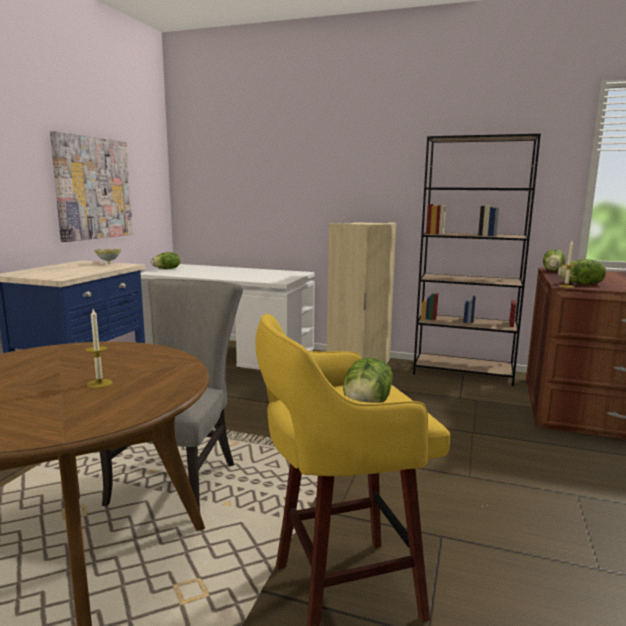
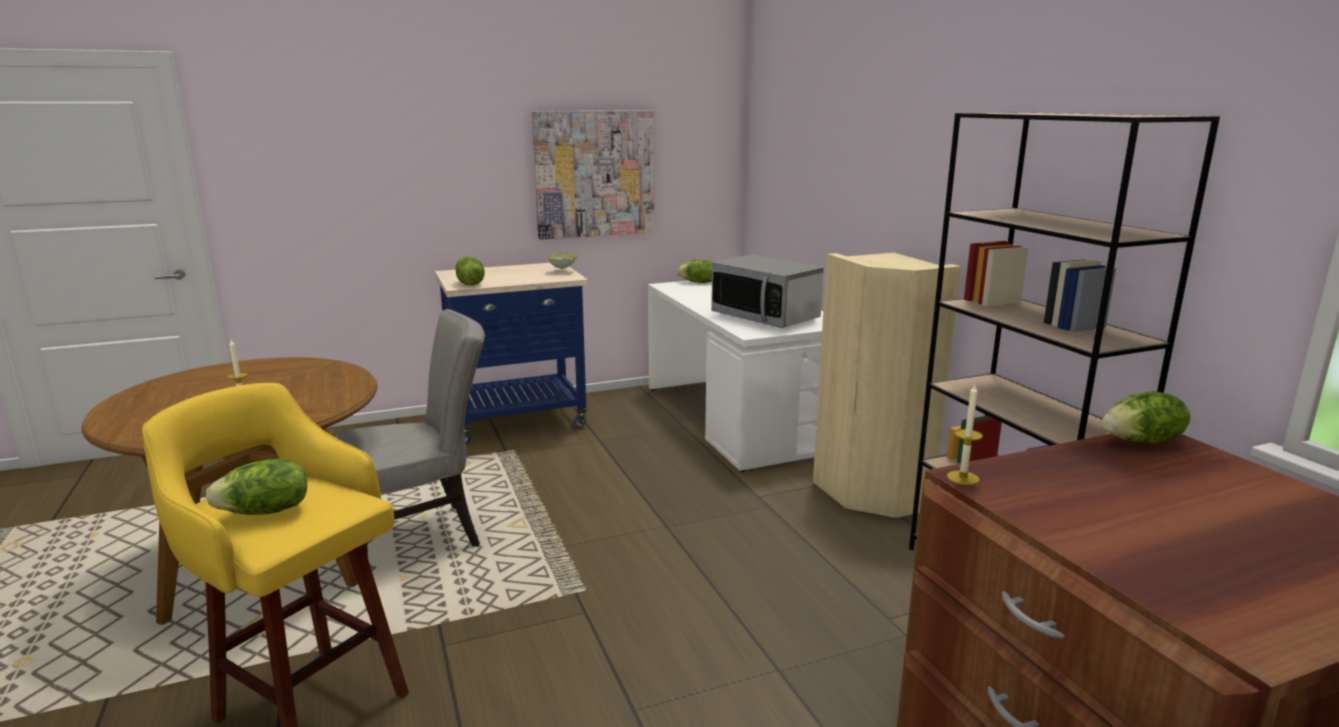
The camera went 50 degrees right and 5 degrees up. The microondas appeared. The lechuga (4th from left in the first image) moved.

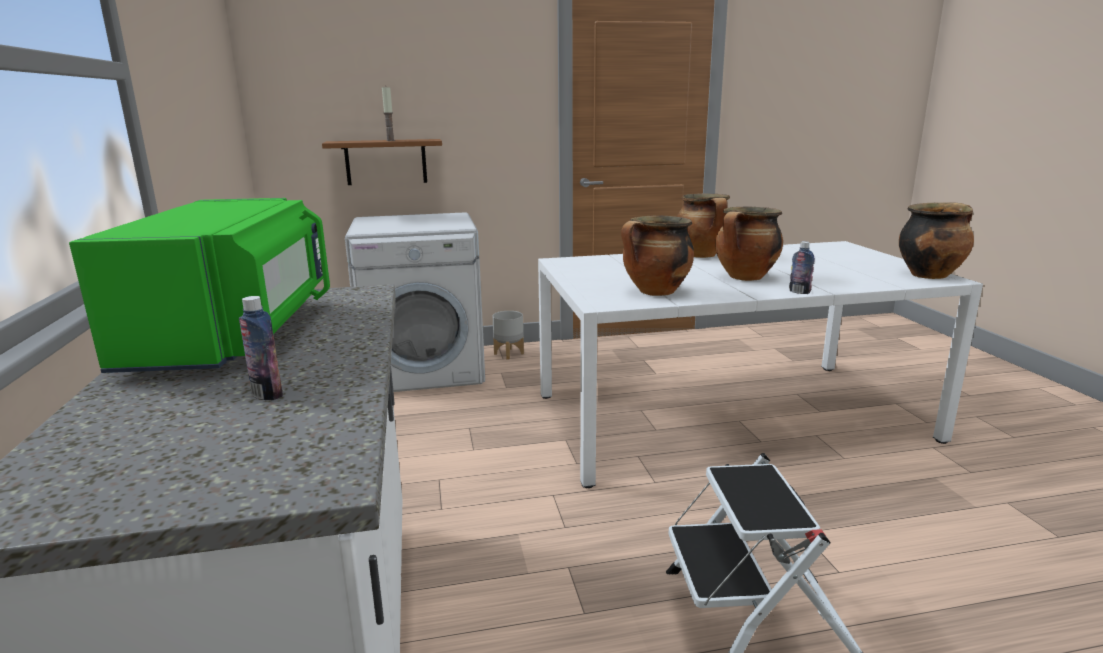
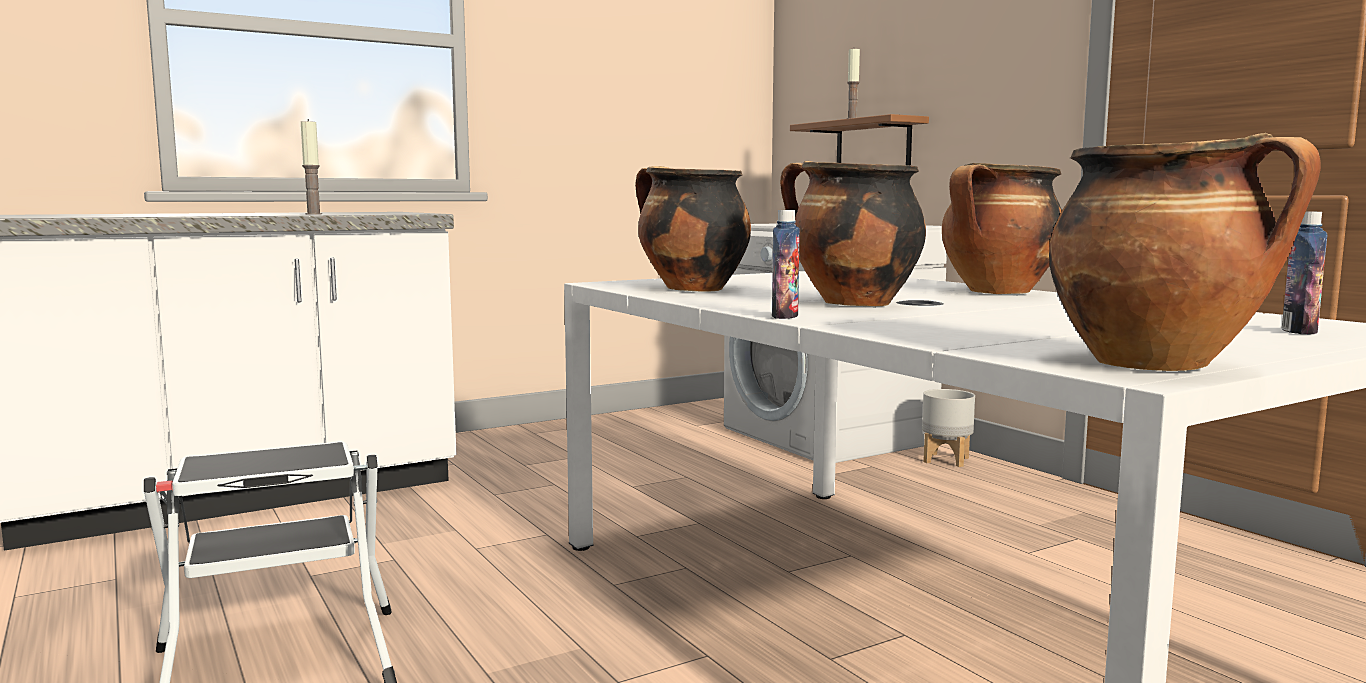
The camera went 70 degrees right and 10 degrees down. The microondas/verde disappeared. The vela (1st from left) appeared. The botella (1st from left in the first image) moved.

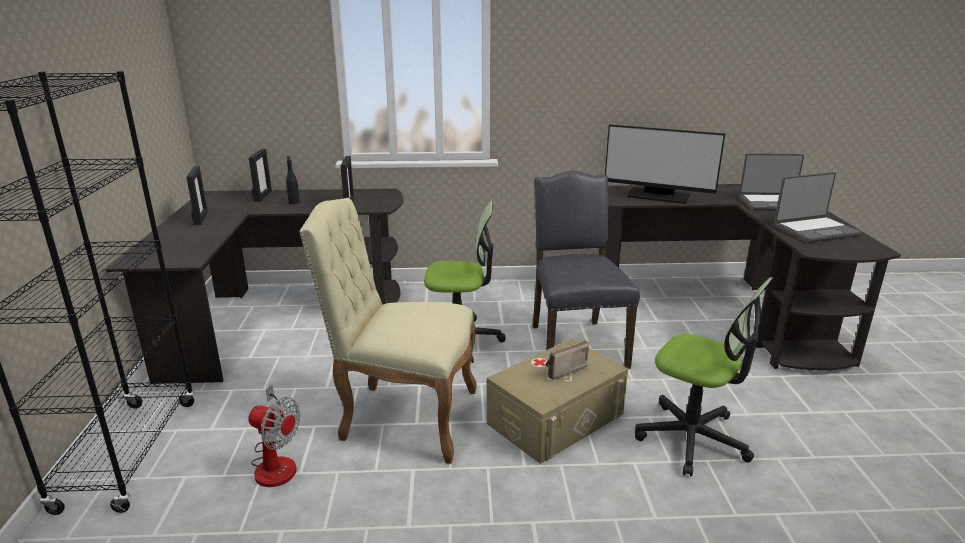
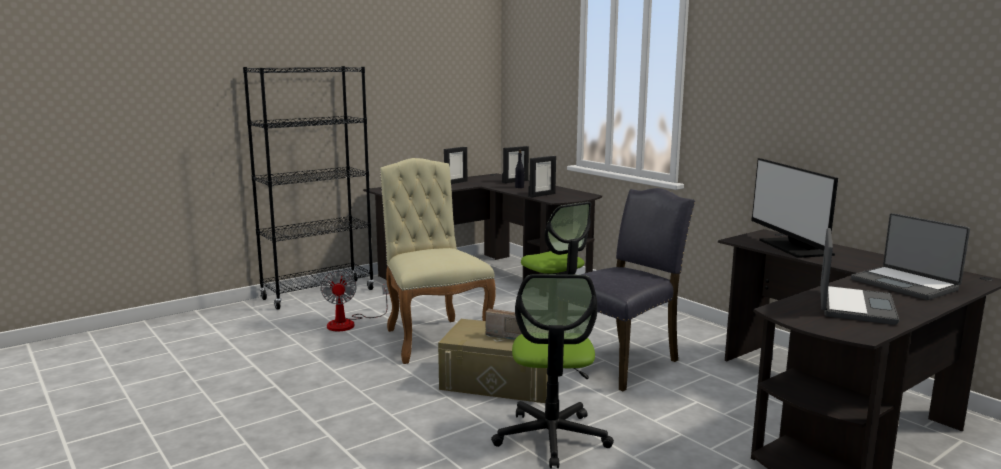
The camera went 55 degrees right and 10 degrees down. The portátil (2nd from left in the first image) turned 105 degrees counterclockwise.

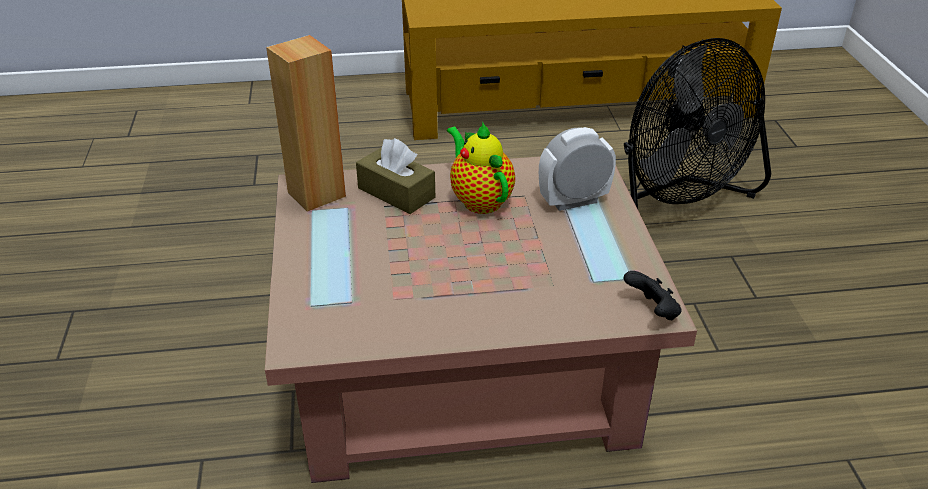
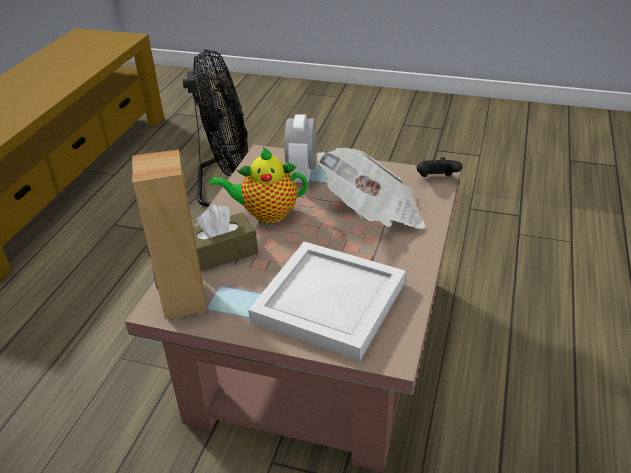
The camera went 65 degrees left and 0 degrees up. The bandeja/blanco appeared. The periódico appeared.

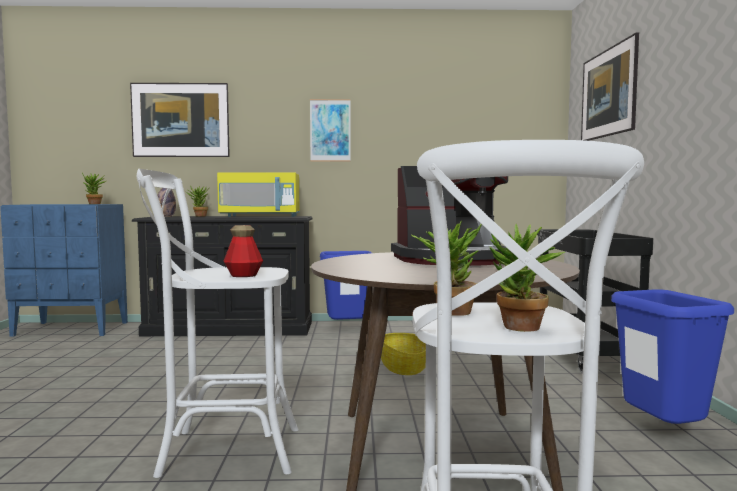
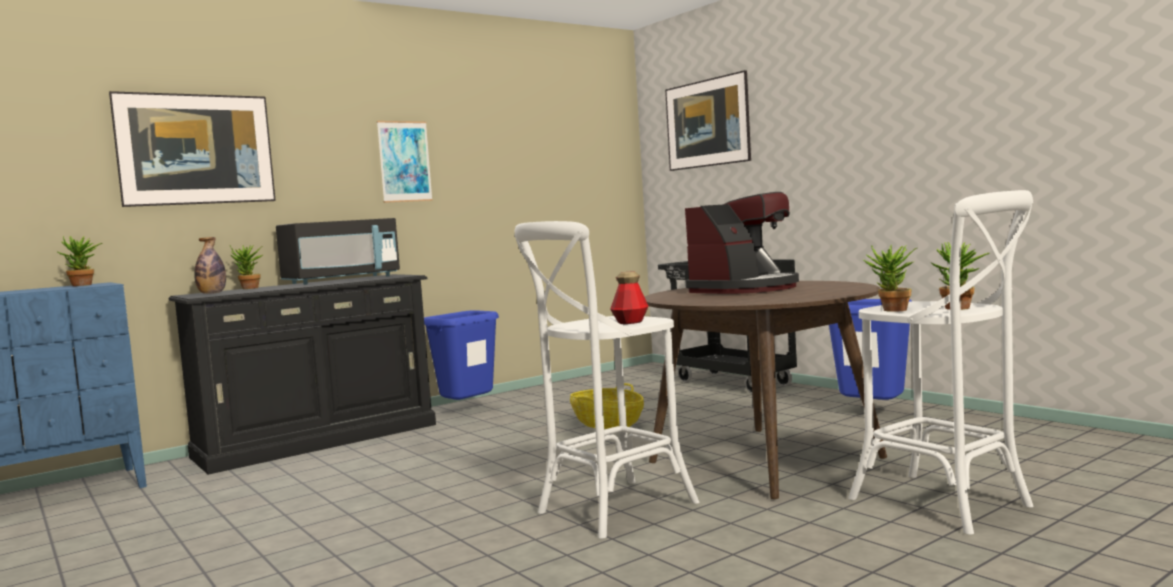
The camera went 35 degrees left and 0 degrees up. The microondas/amarillo became the microondas/negro.

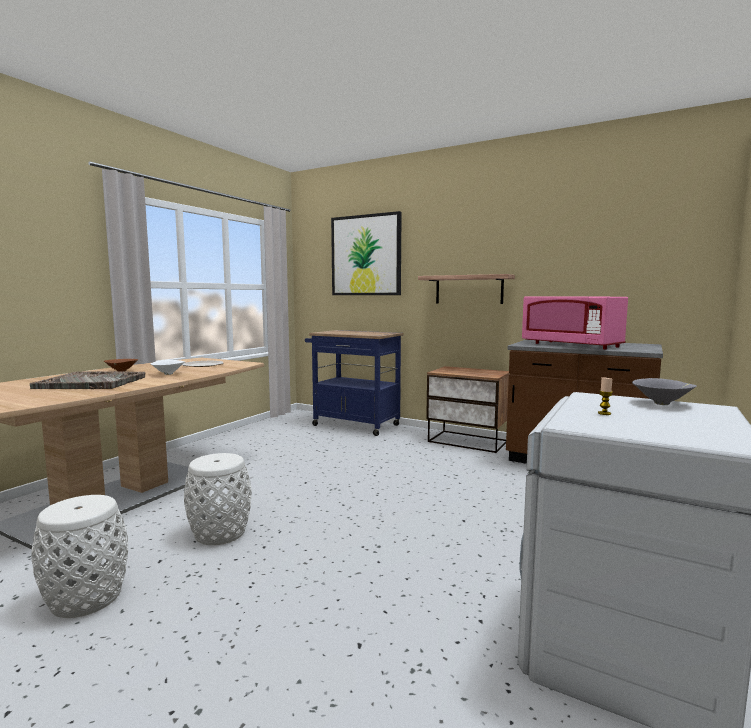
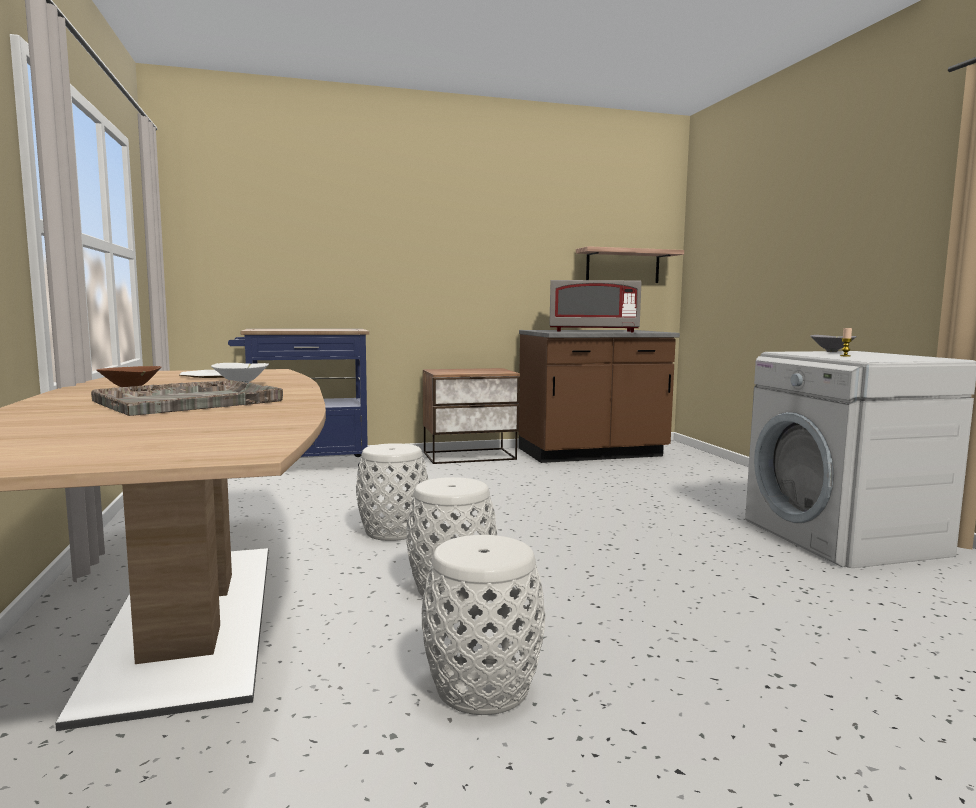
The camera went 45 degrees left and 0 degrees up. The cuadro disappeared. The taburete/blanco (1st from left) appeared. The estante moved. The microondas/rosa became the microondas/gris.

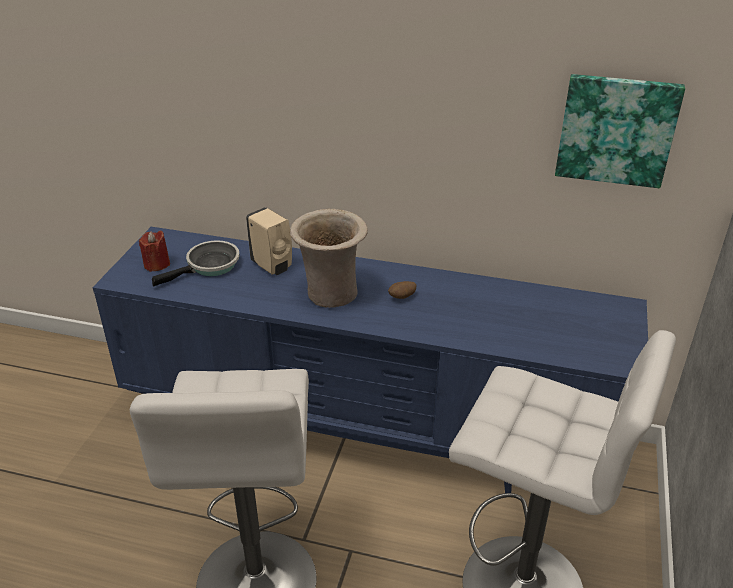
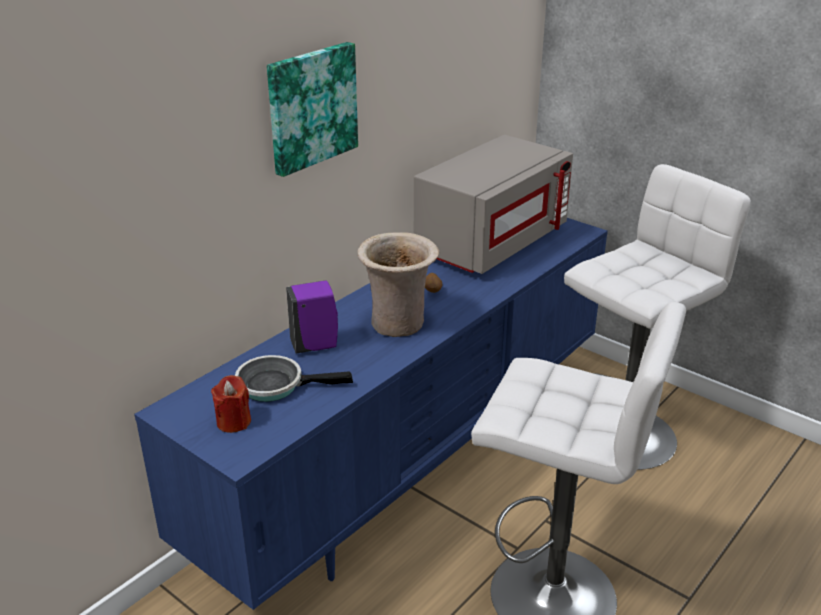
The camera went 65 degrees left and 5 degrees down. The microondas/gris appeared. The cuadro moved. The dispensador de jabón/beis became the dispensador de jabón/morado. The sartén turned 75 degrees counterclockwise.

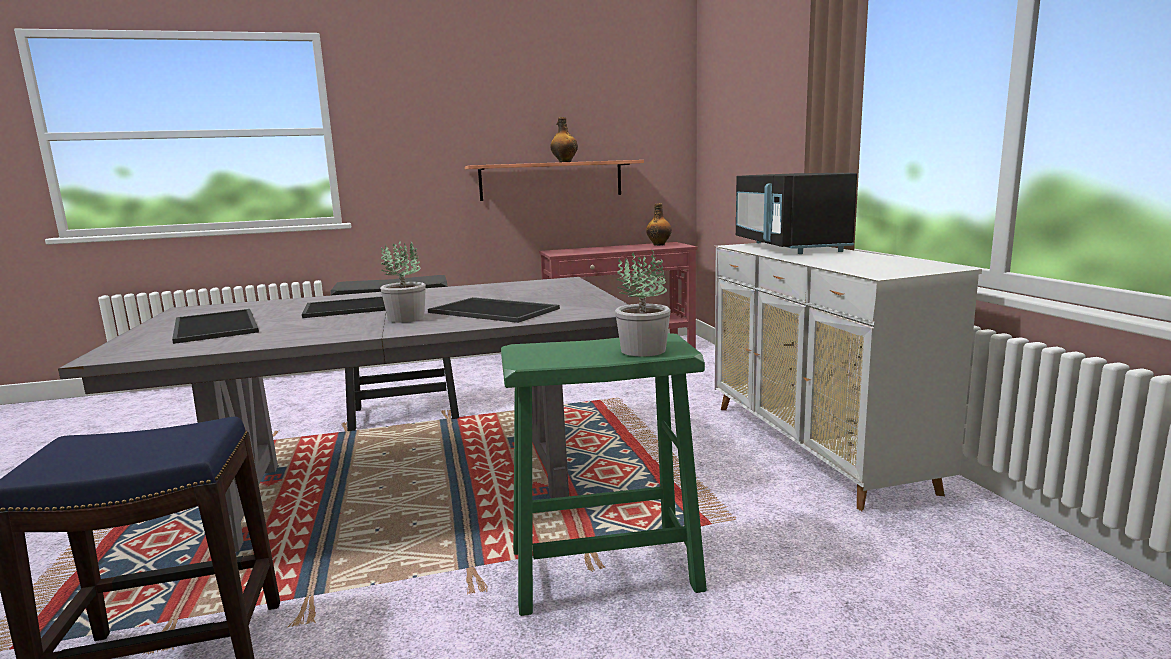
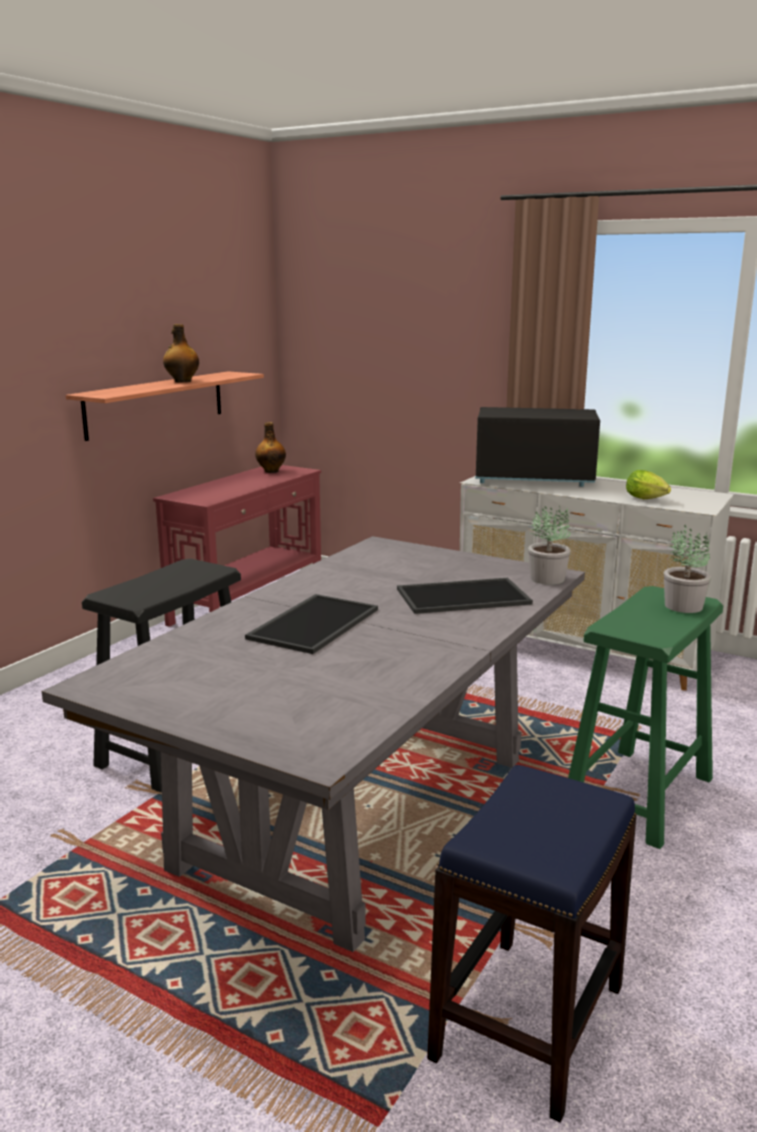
The camera went 45 degrees left and 5 degrees up. The bandeja (1st from left) disappeared. The lechuga appeared. The planta en maceta (1st from left) moved. The microondas/negro turned 150 degrees clockwise.

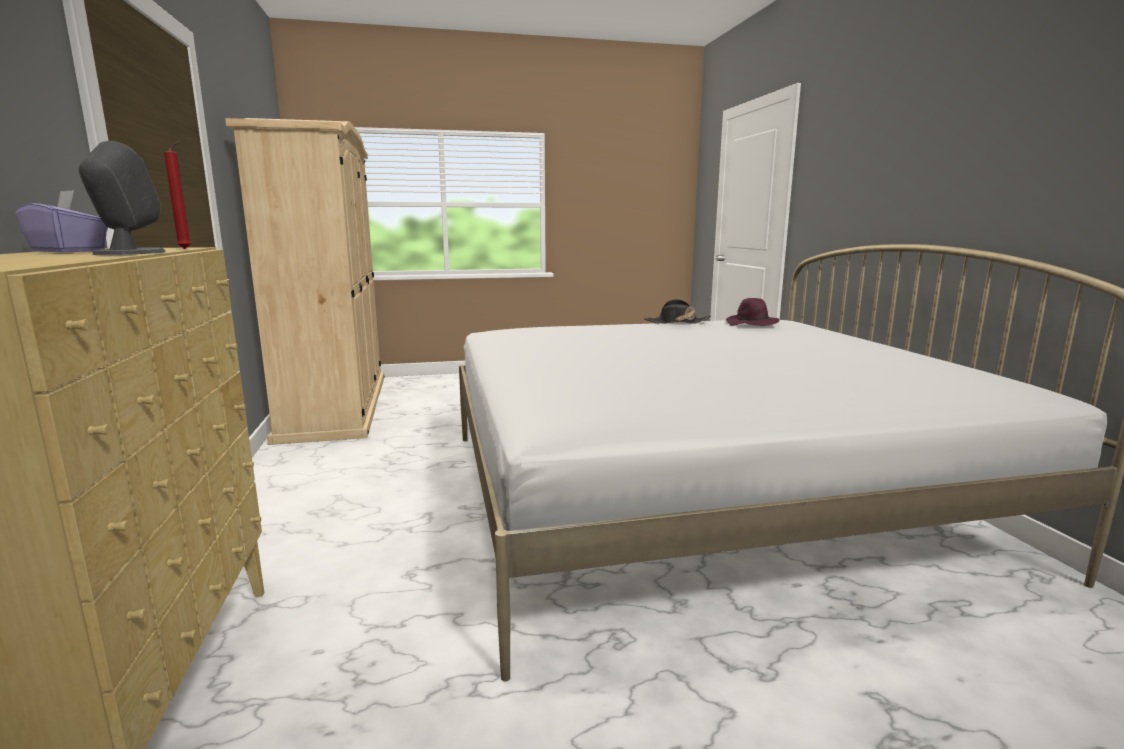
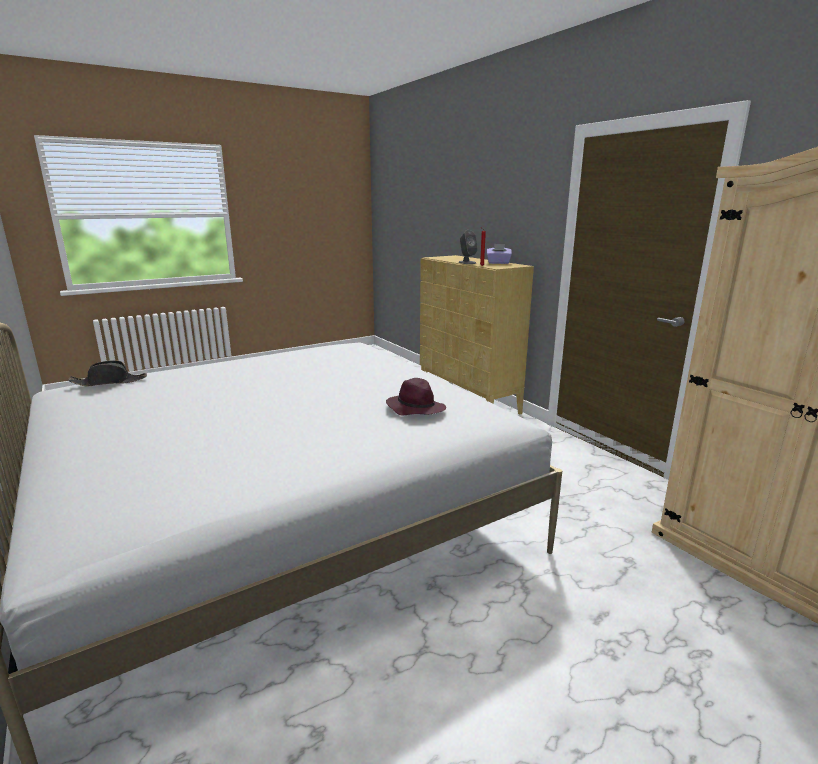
The camera went 160 degrees right and 5 degrees up. The sombrero/negro moved. The sombrero/morado moved.

